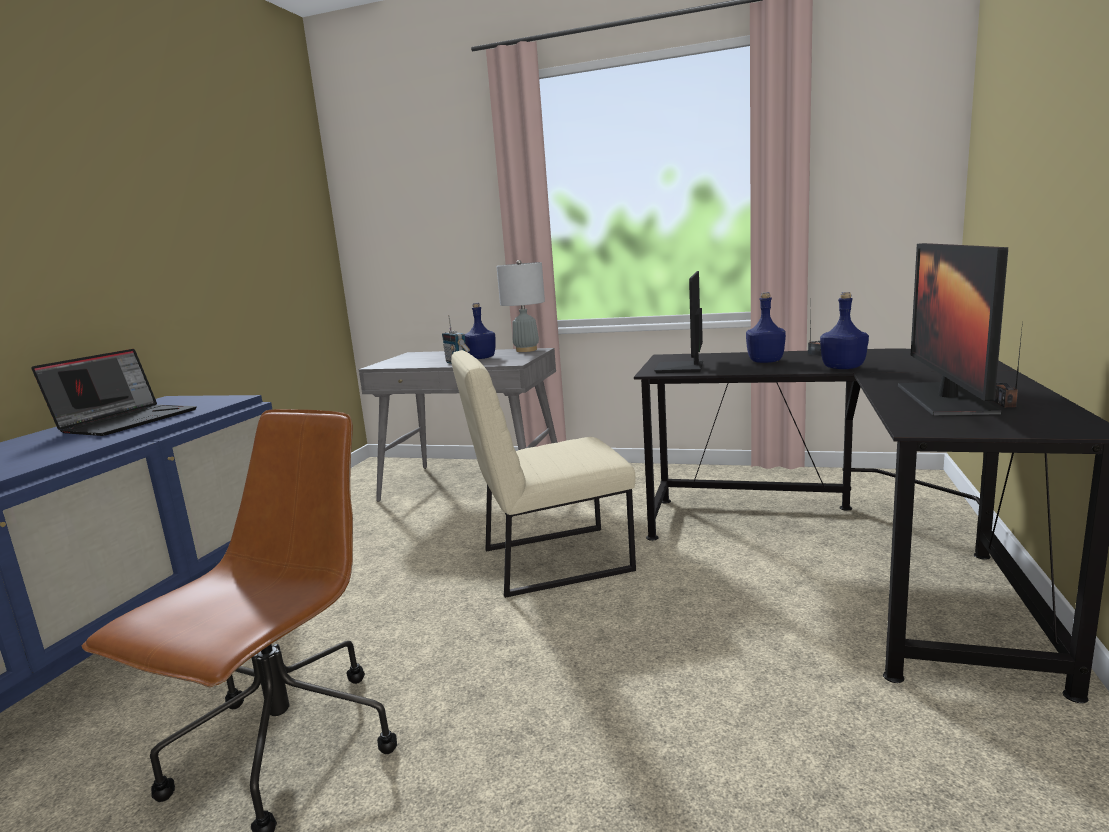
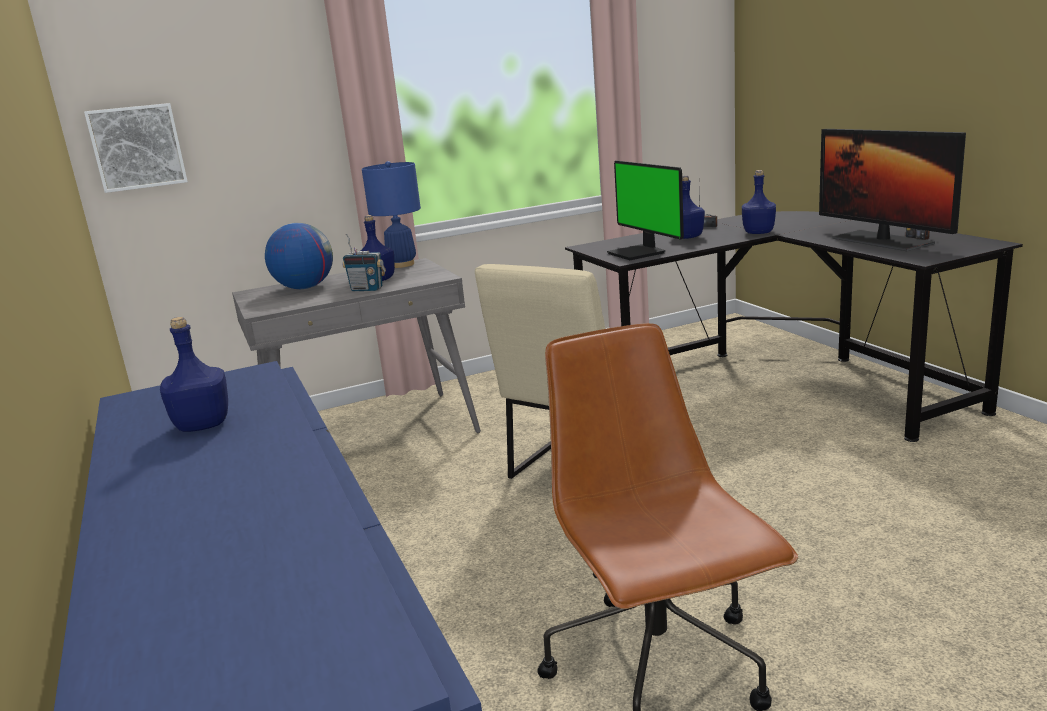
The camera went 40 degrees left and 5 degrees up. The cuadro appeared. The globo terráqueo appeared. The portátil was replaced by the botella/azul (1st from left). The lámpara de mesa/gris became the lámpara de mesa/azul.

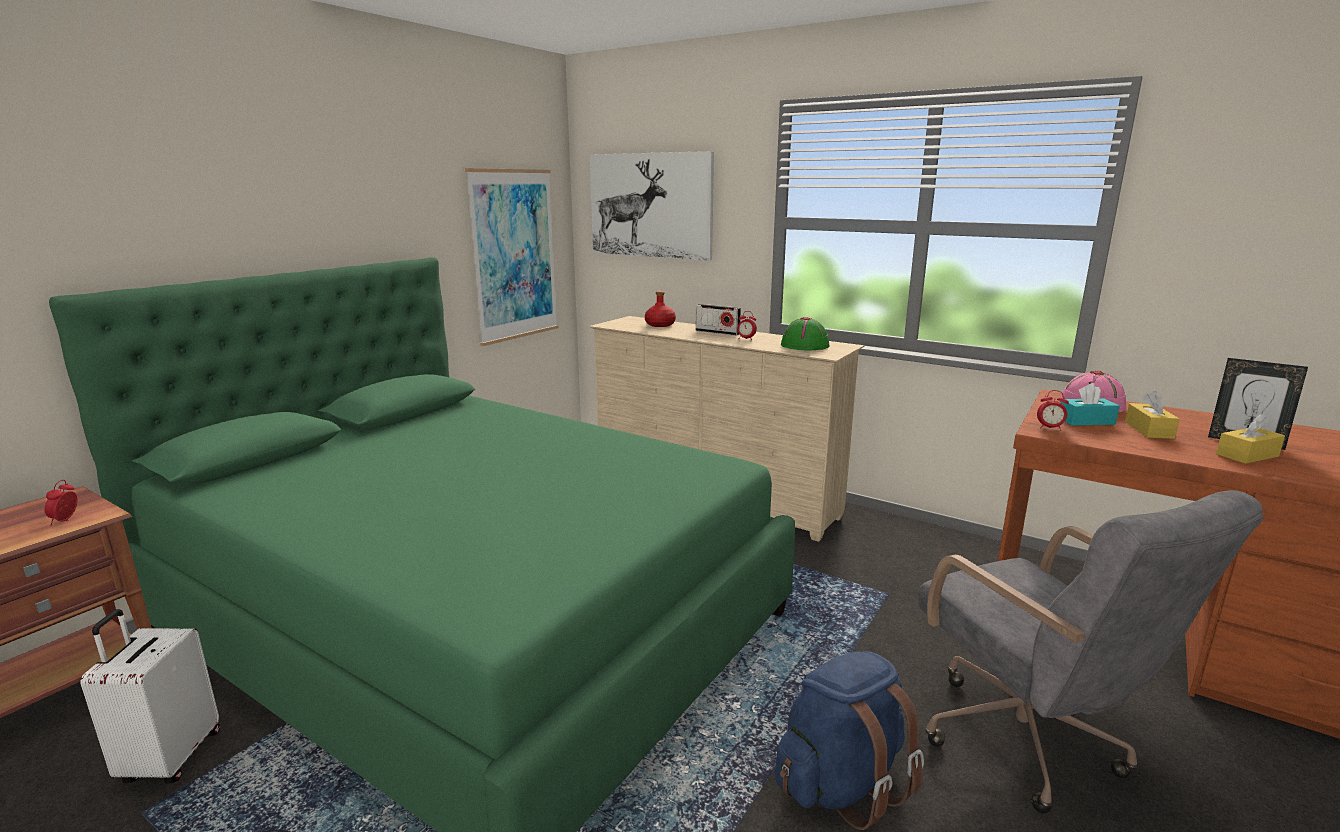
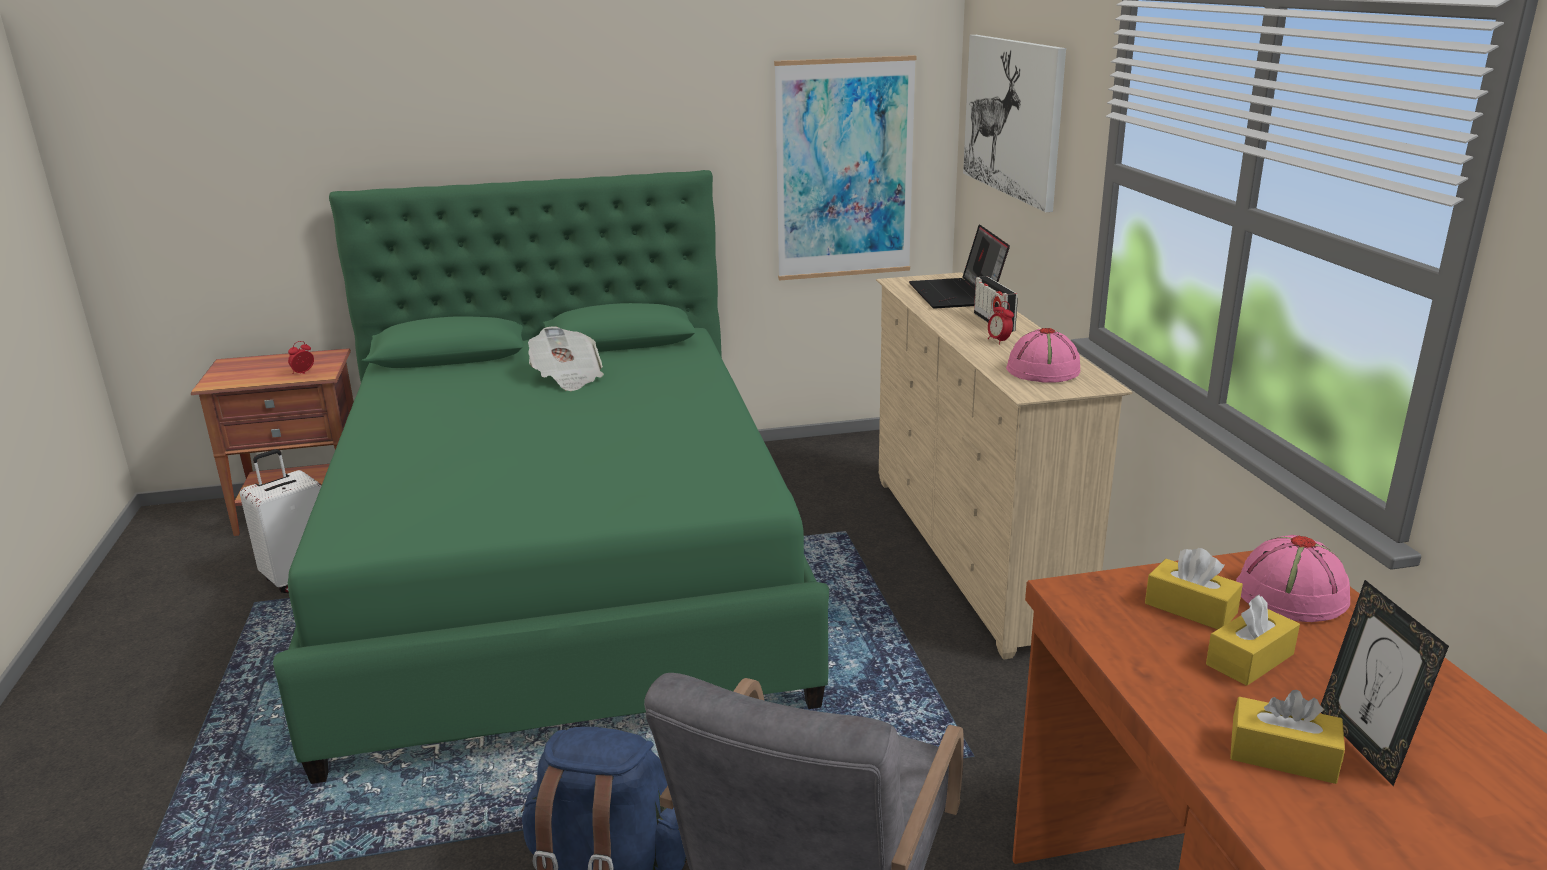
The camera went 45 degrees right and 5 degrees up. The despertador (3rd from left) disappeared. The periódico appeared. The botella/rojo was replaced by the portátil. The sombrero/verde became the sombrero/rosa (1st from left). The caja de pañuelos/turquesa became the caja de pañuelos/amarillo (1st from left).

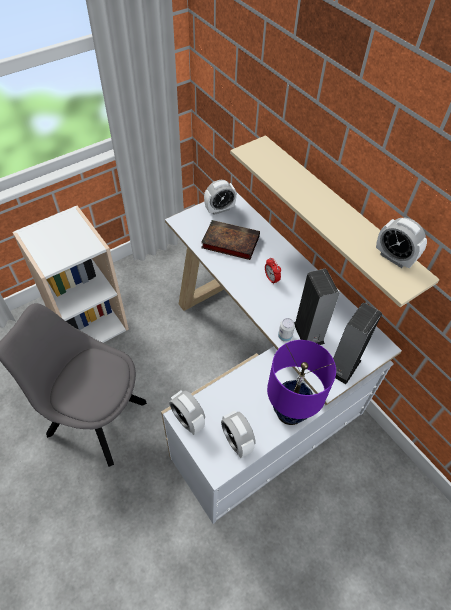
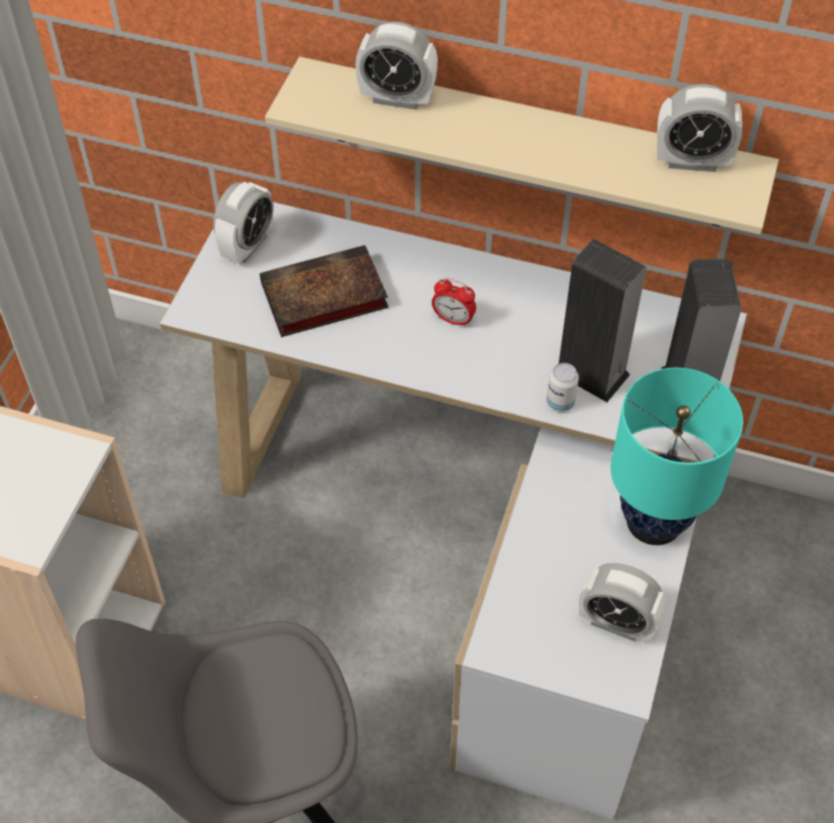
The camera went 35 degrees left and 0 degrees up. The despertador (1st from left in the first image) moved. The lámpara de mesa/morado became the lámpara de mesa/turquesa.

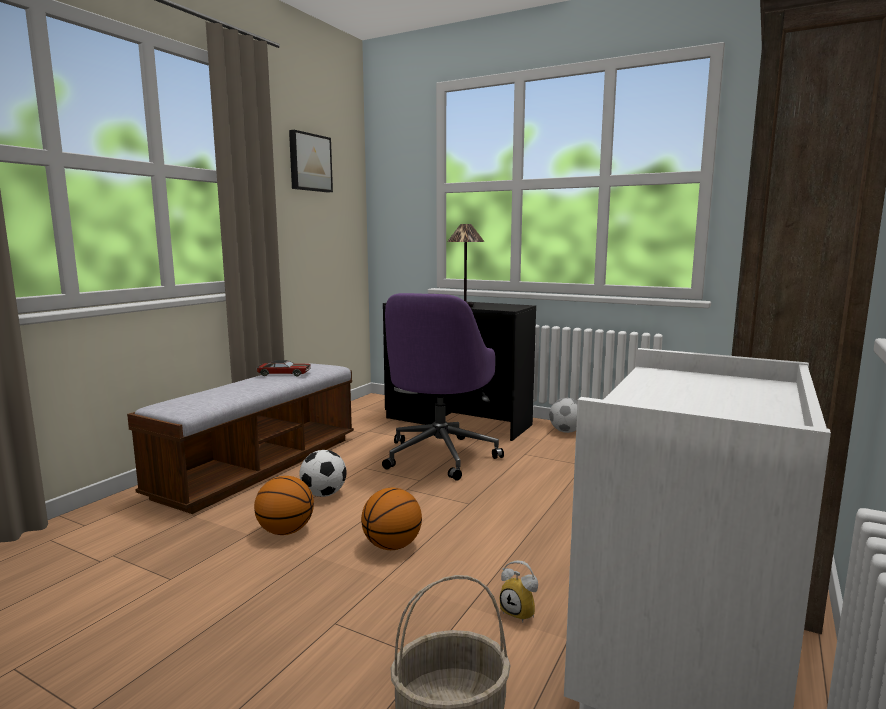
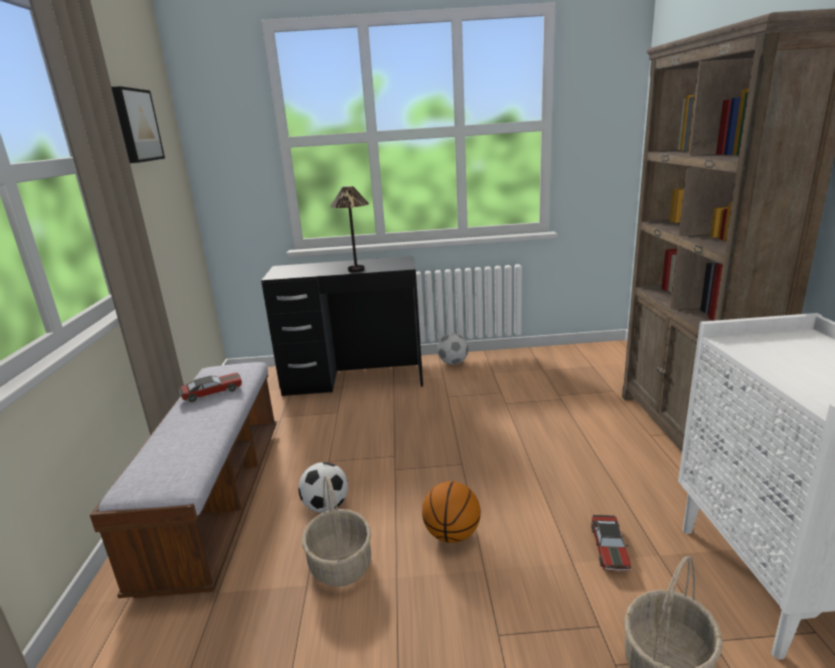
The camera went 30 degrees left and 10 degrees up. The silla de oficina/morado disappeared. The balón de baloncesto (1st from left) was replaced by the cesta (1st from left). The despertador was replaced by the coche de juguete (2nd from left).

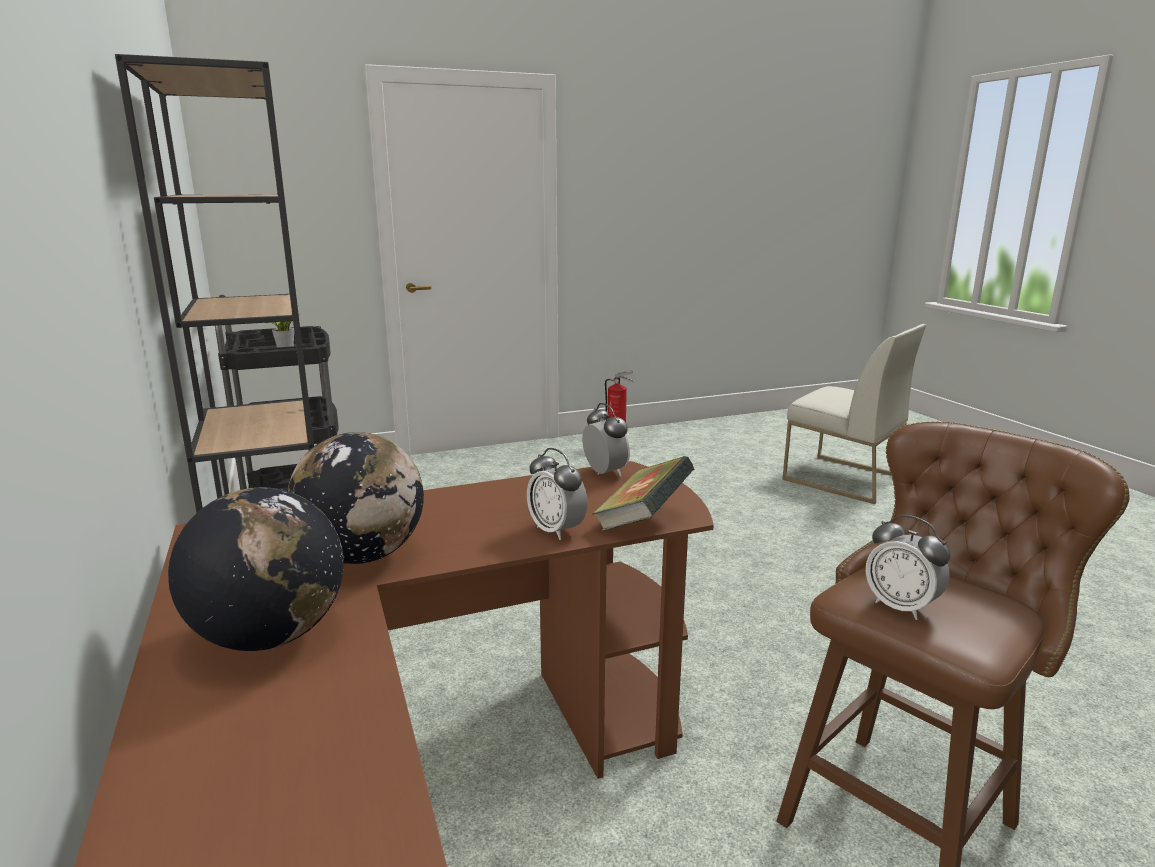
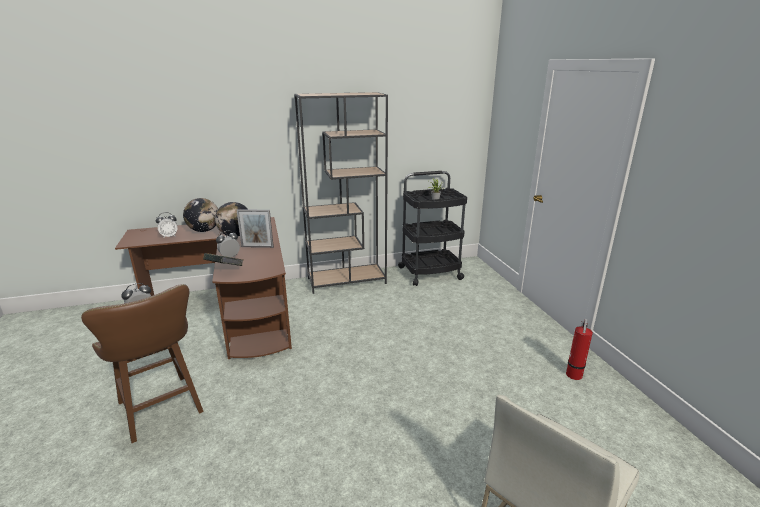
The camera went 95 degrees right and 5 degrees up. The portarretratos appeared. The despertador (2nd from left) moved.

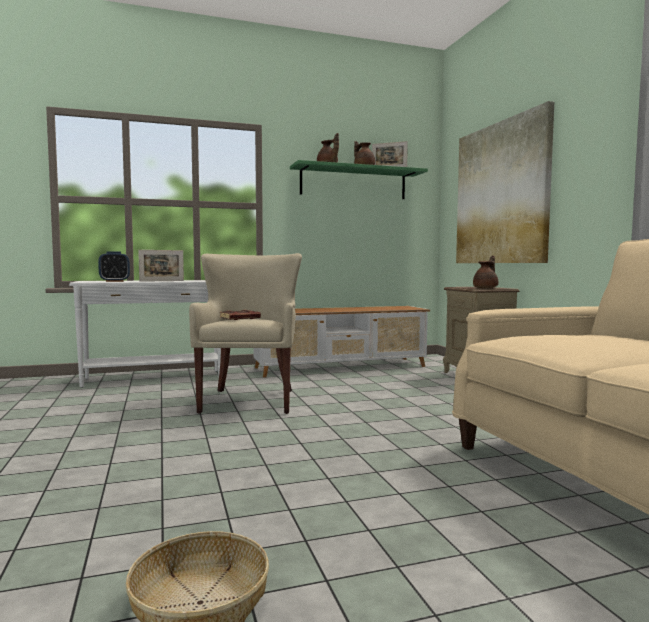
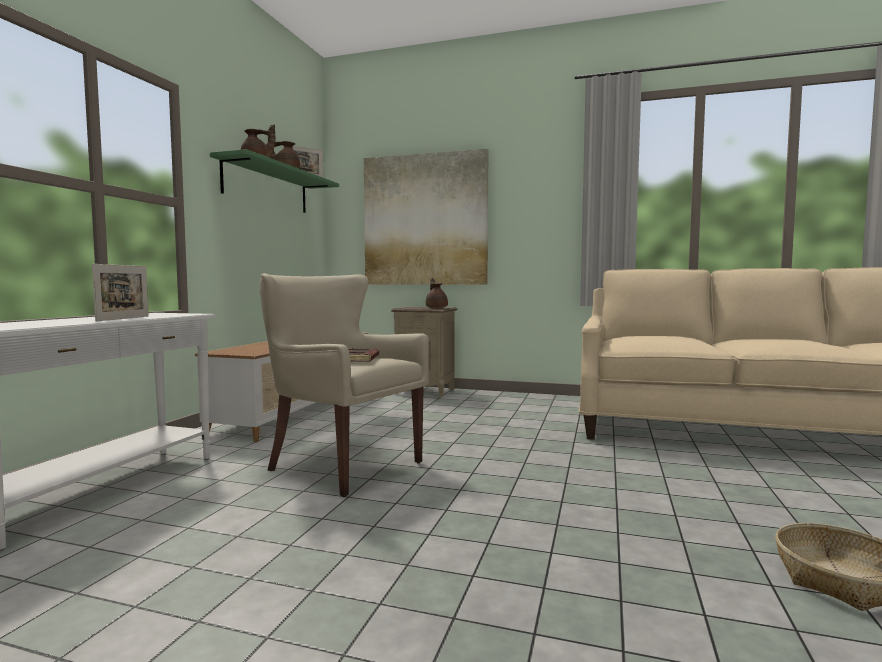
The camera went 55 degrees left and 0 degrees up. The despertador disappeared.

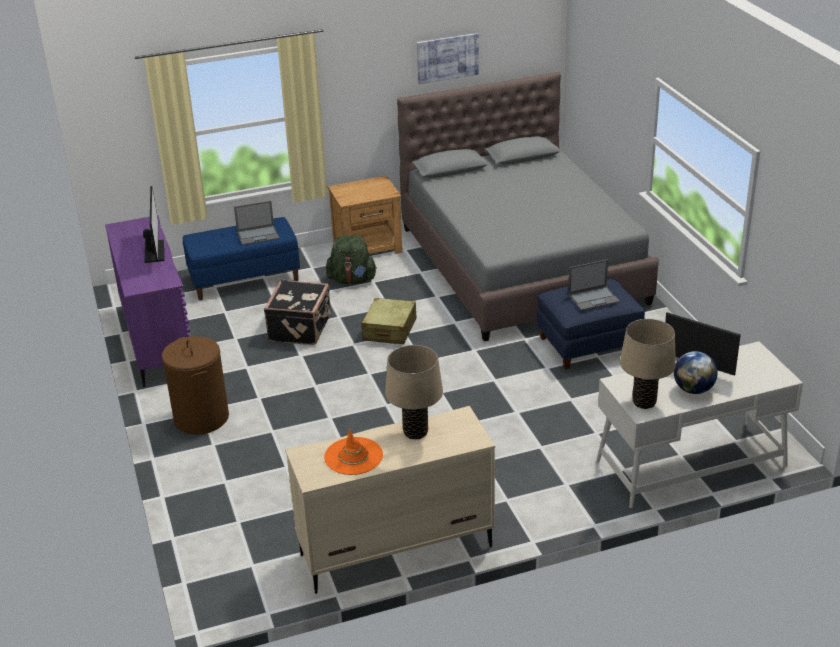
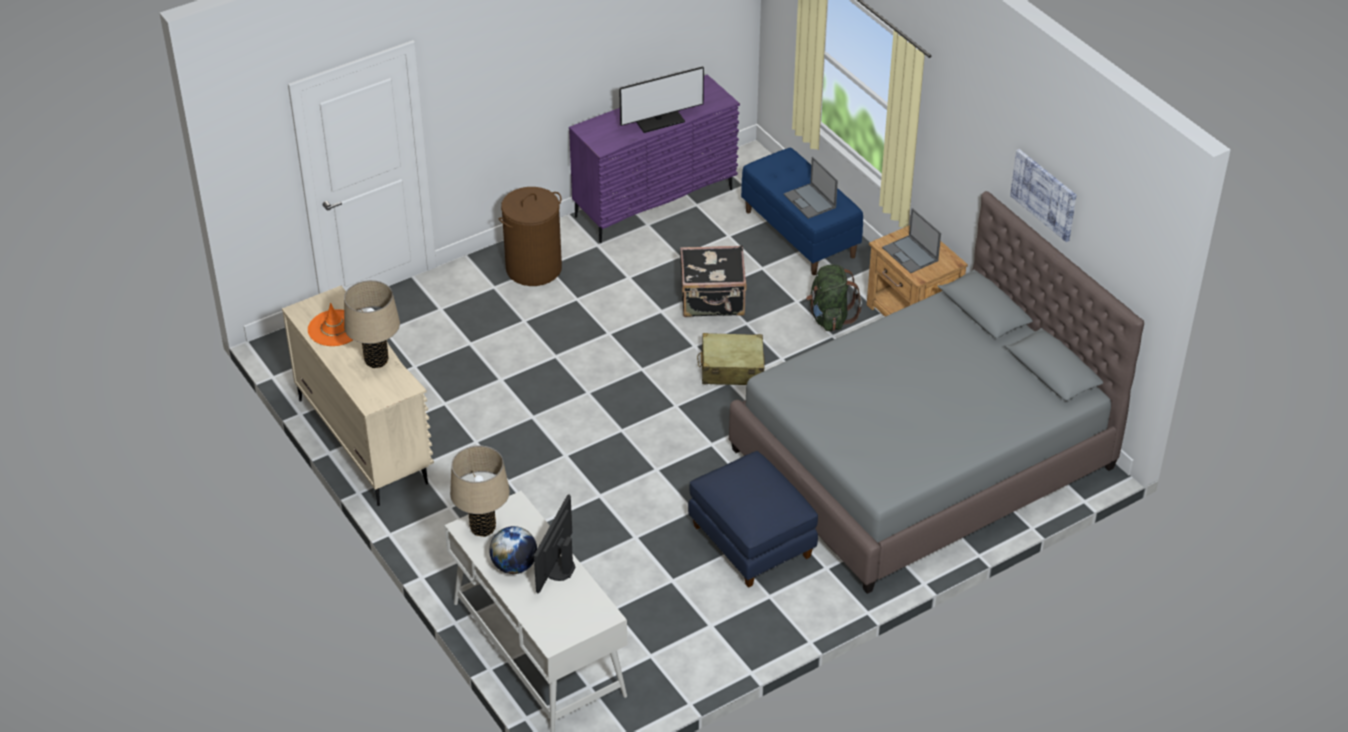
The camera went 75 degrees right and 10 degrees up. The portátil (2nd from left) moved.

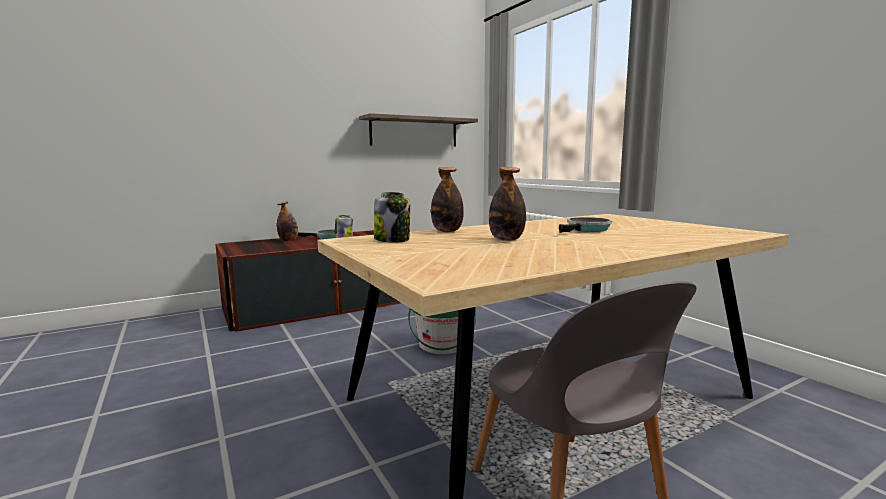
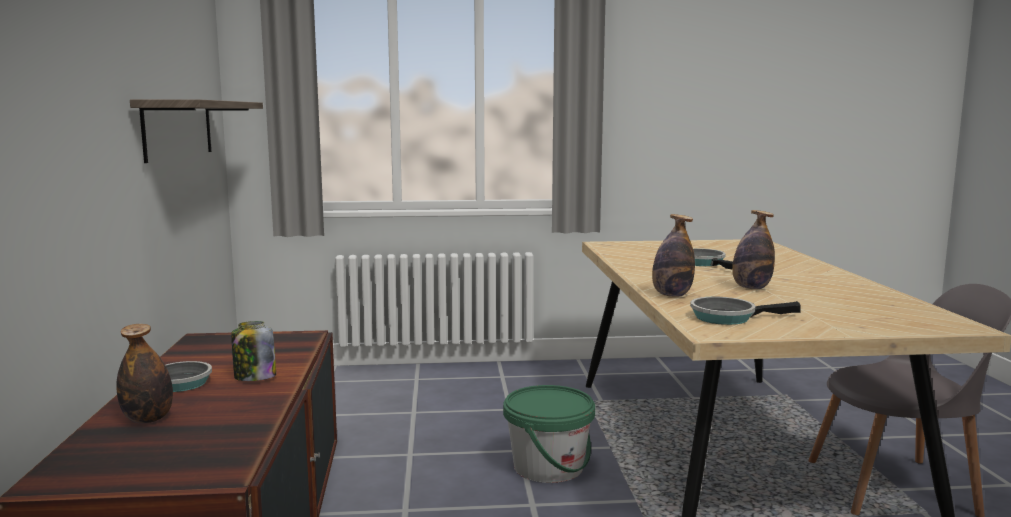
The camera went 65 degrees left and 0 degrees up. The tarro (2nd from left) was replaced by the sartén (3rd from left).

